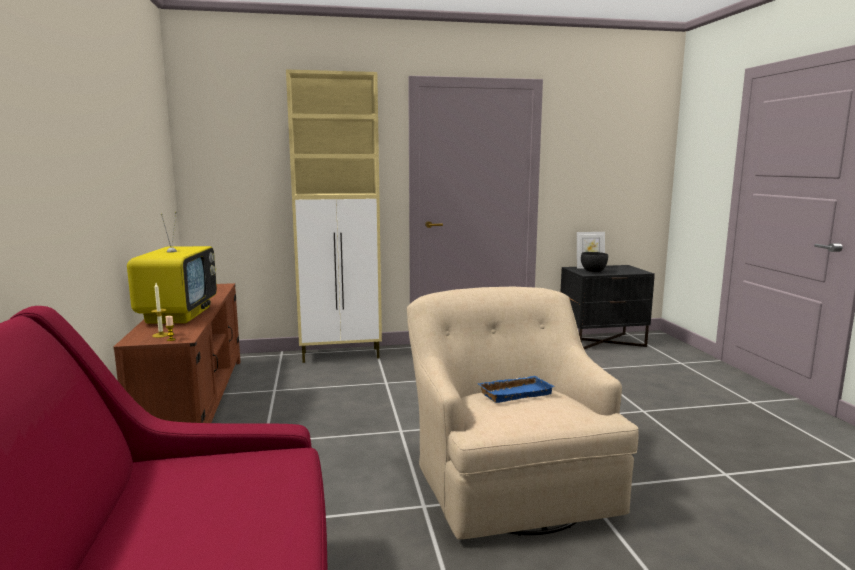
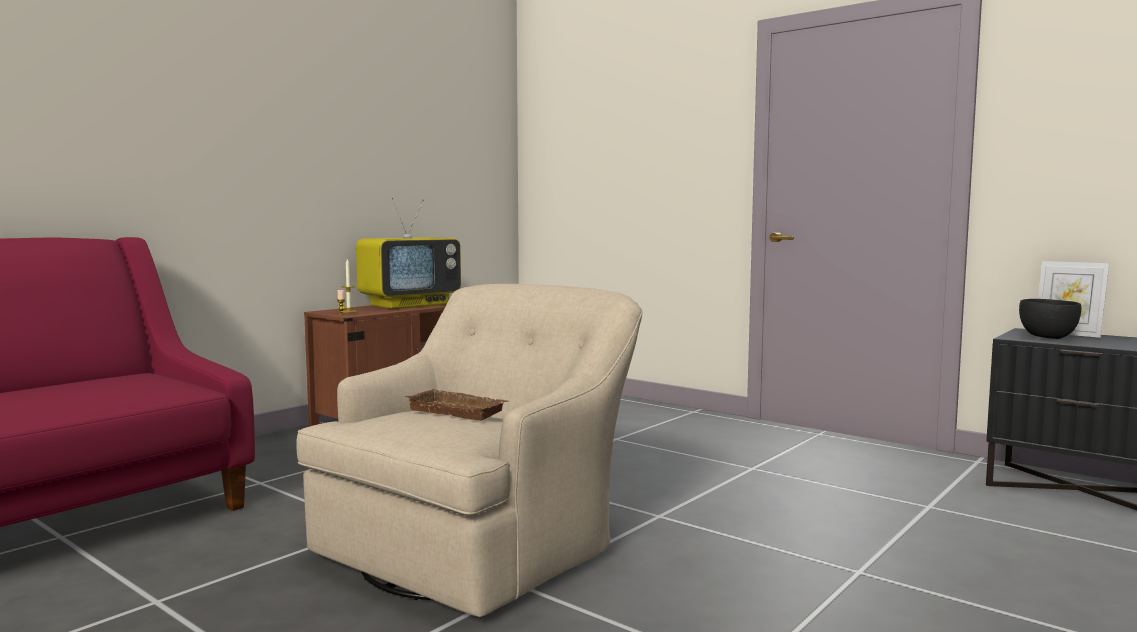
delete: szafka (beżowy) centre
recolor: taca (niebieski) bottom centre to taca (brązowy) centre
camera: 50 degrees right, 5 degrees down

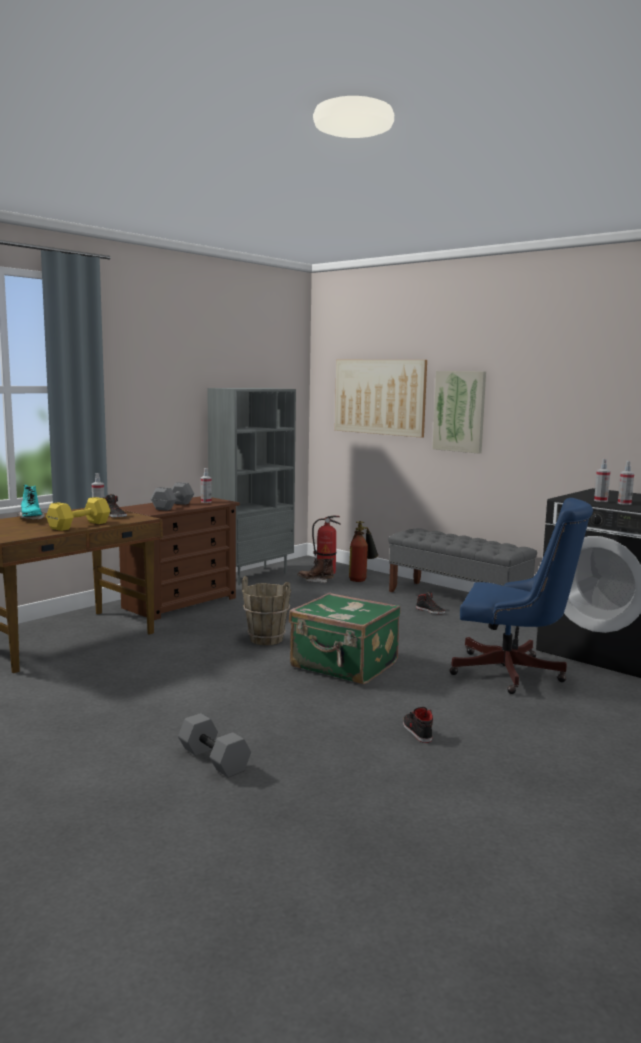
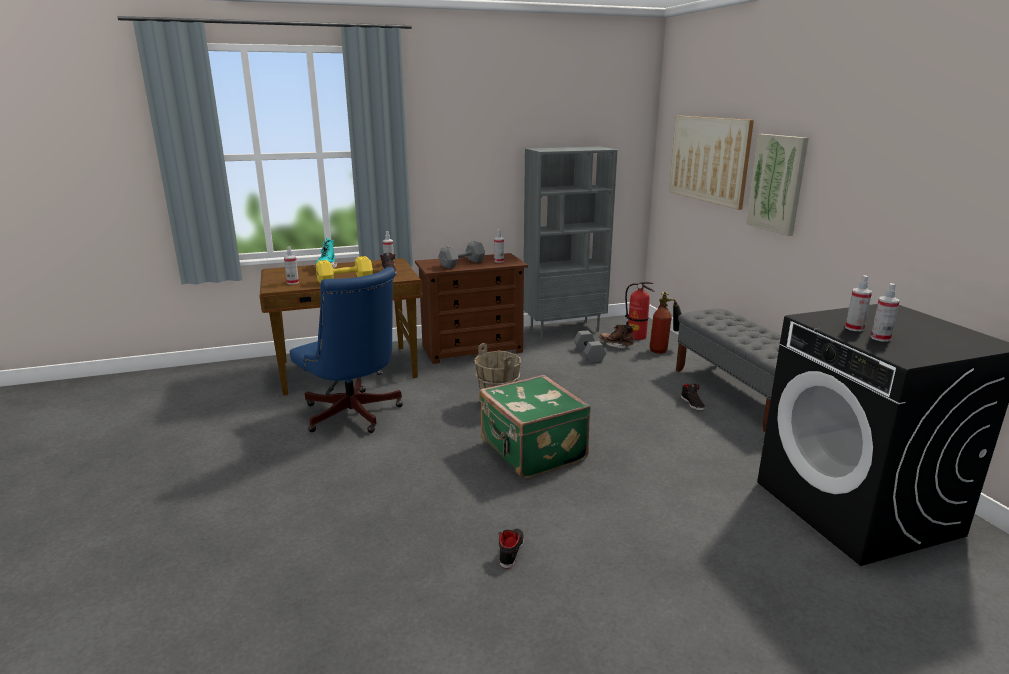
insert: spryskiwacz (1st from left) middle left
move: krzesło biurowe (niebieski) middle right to centre; hantel (szary) (2nd from left) bottom centre to centre
camera: 30 degrees right, 10 degrees up

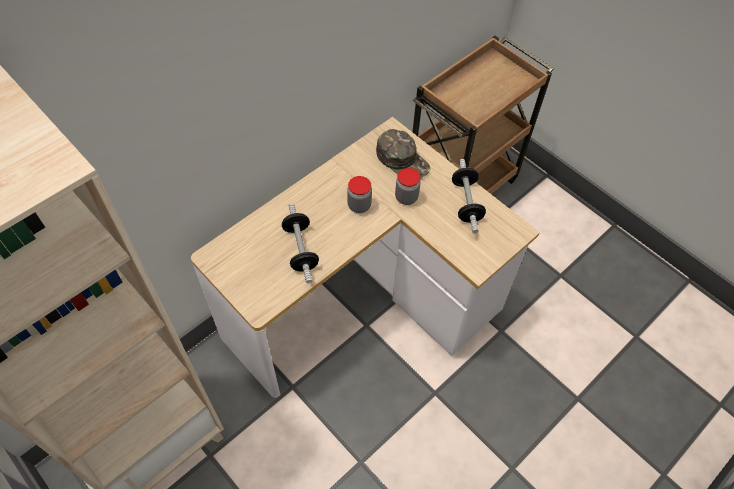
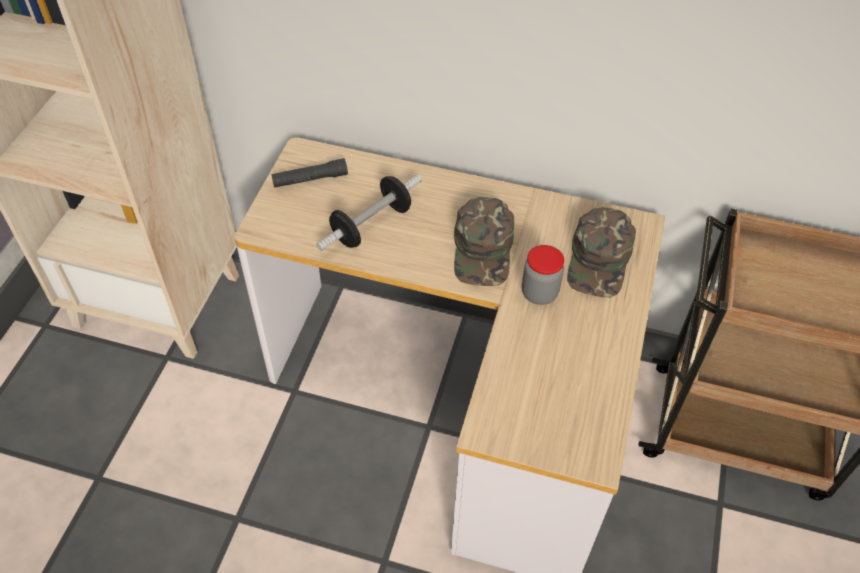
delete: hantel (2nd from left) centre
insert: latarka (czarny) top centre
replace: słoik (1st from left) centre to czapka z daszkiem (zielony) (1st from left) centre
camera: 60 degrees right, 5 degrees down

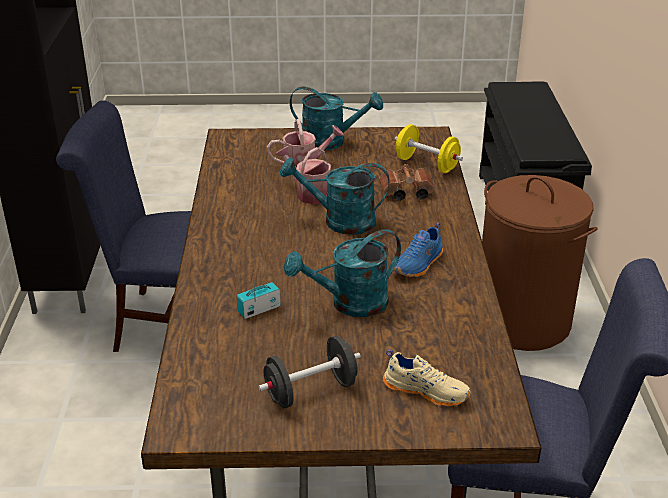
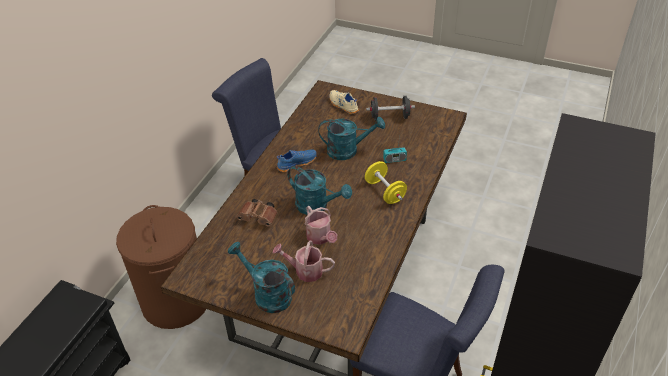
move: hantel (żółty) top centre to centre
camera: 155 degrees left, 10 degrees up

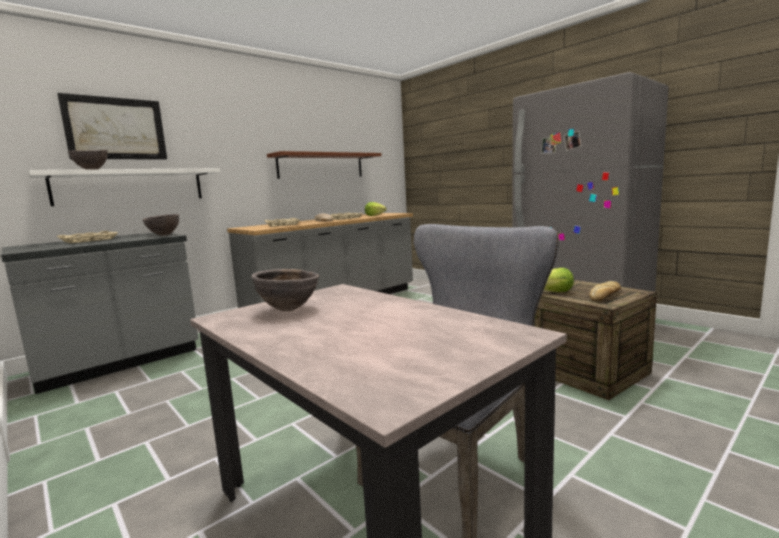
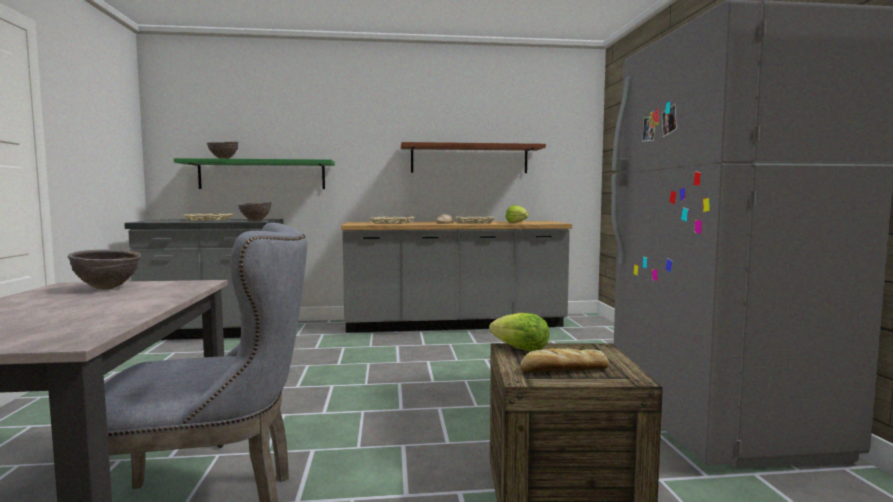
delete: obraz top left
recolor: półka (biały) middle left to półka (zielony) middle left
camera: 35 degrees right, 5 degrees down

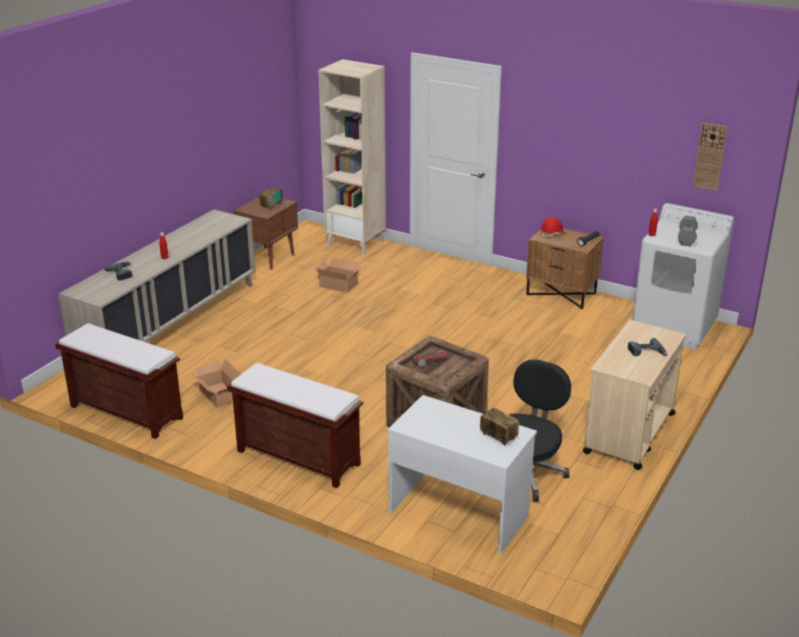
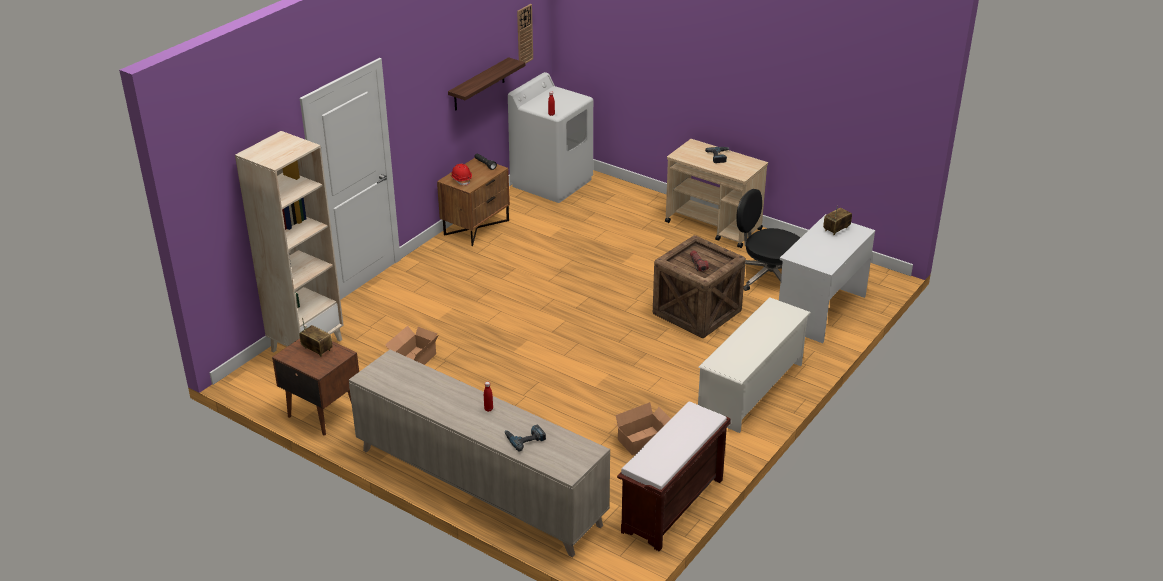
delete: hantel (szary) middle right
insert: półka top centre
replace: ławka (brązowy) (2nd from left) bottom centre to regał na buty (biały) centre
camera: 85 degrees left, 5 degrees up

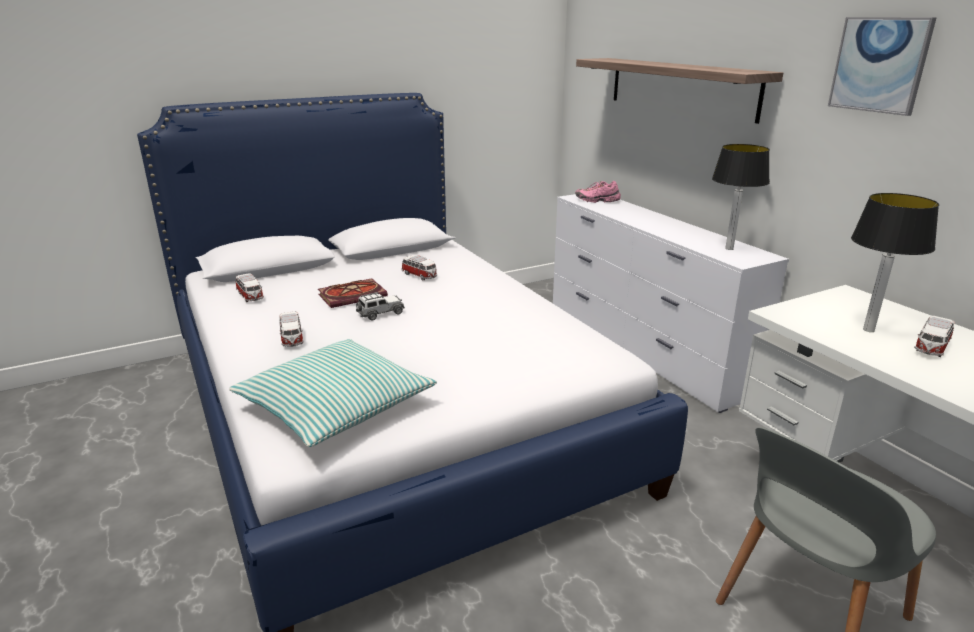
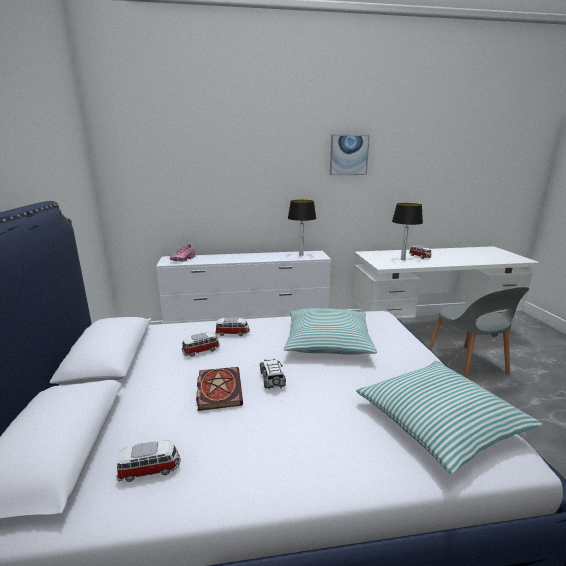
delete: półka top right
insert: poduszka (1st from left) centre
move: samochodzik (2nd from left in the first image) middle left to samochodzik (3rd from left) centre
camera: 70 degrees left, 5 degrees down

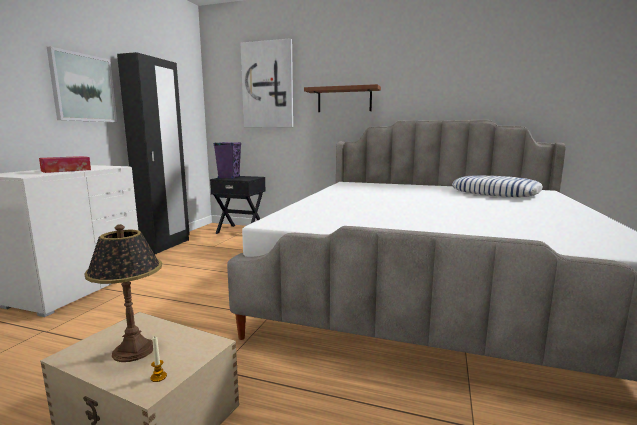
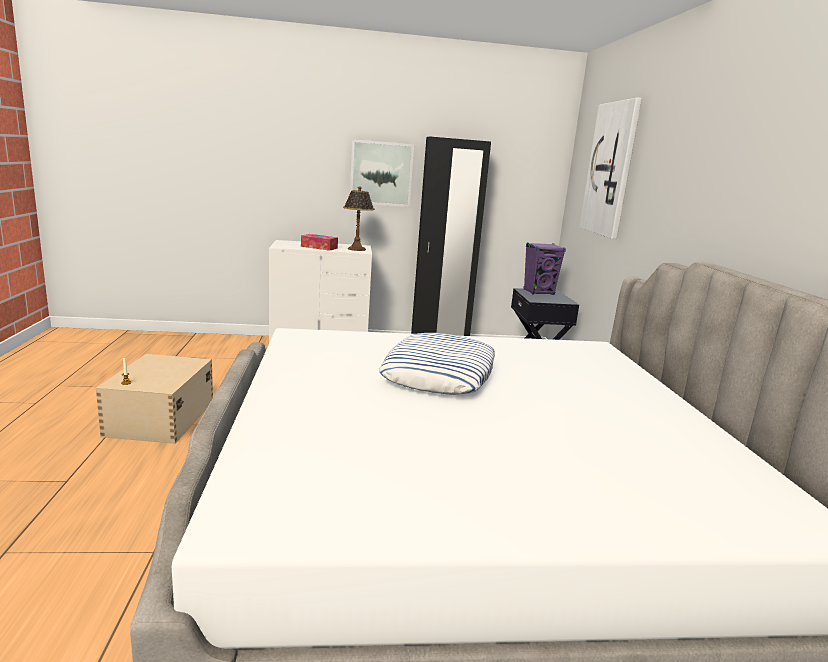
delete: półka (brązowy) top centre
move: poduszka middle right to centre; lampa stołowa bottom left to top centre
camera: 65 degrees right, 5 degrees up

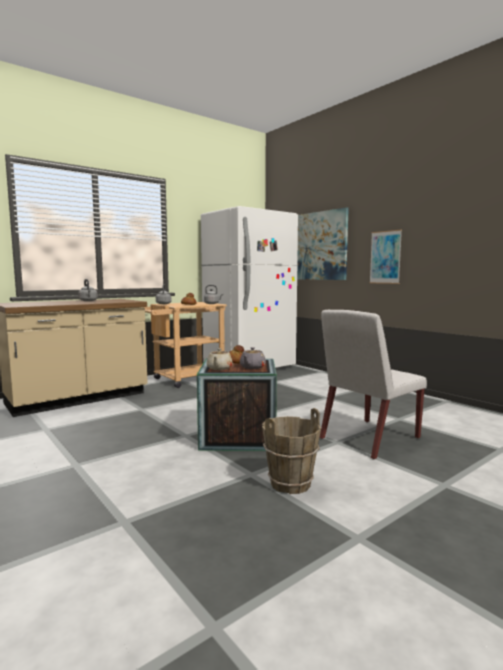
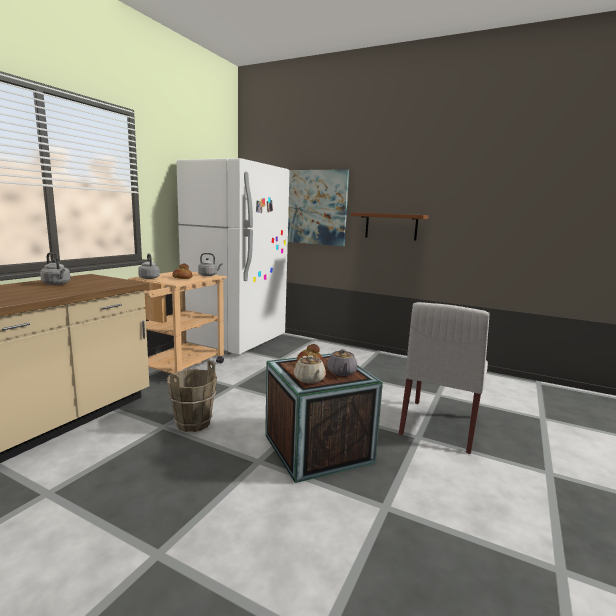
move: wiadro (brązowy) bottom centre to middle left
replace: obraz (2nd from left) middle right to półka (brązowy) centre
camera: 25 degrees left, 5 degrees up

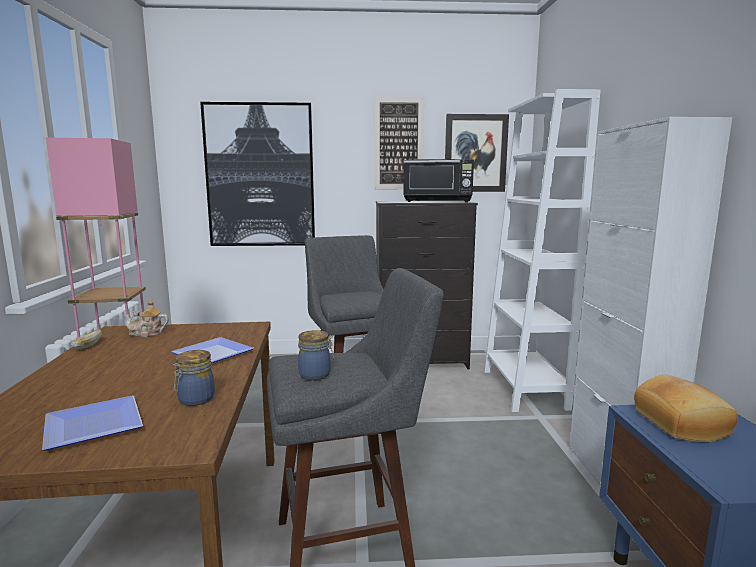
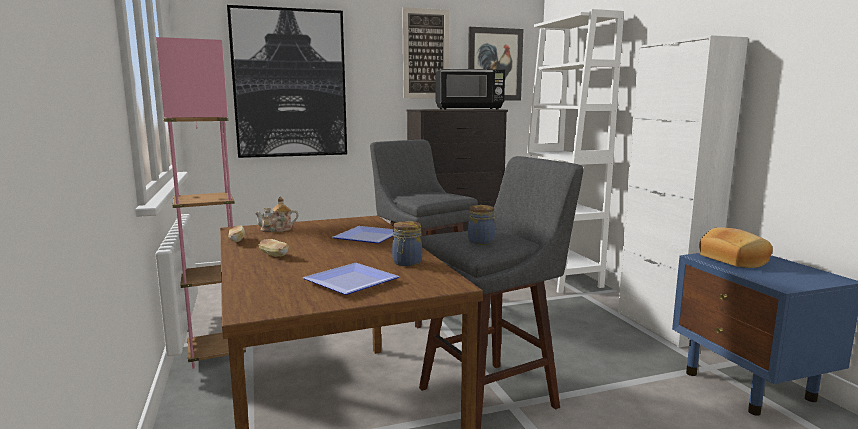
insert: chleb (2nd from left) middle left
camera: 15 degrees left, 0 degrees up

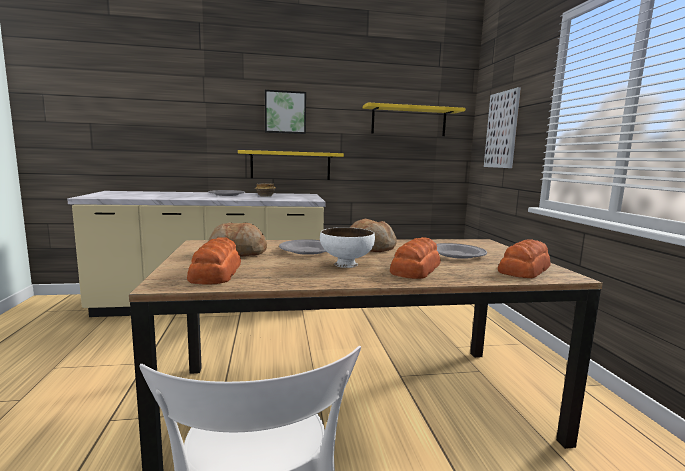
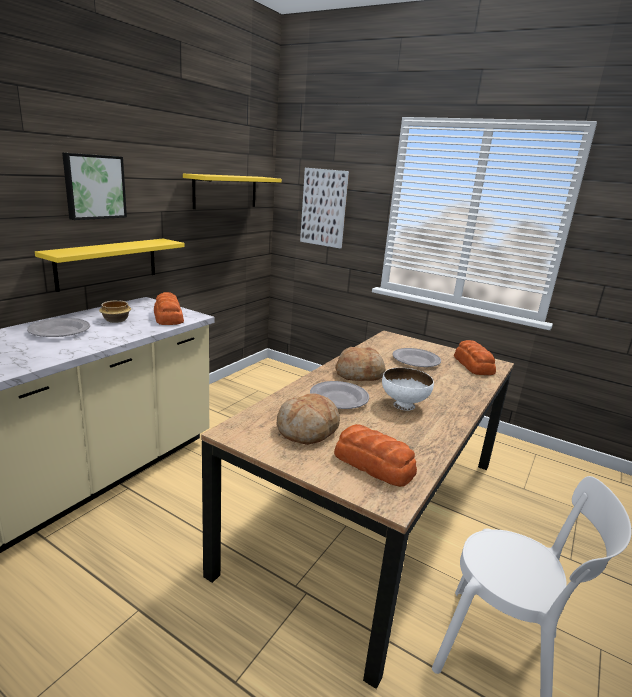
move: chleb (4th from left in the first image) centre to chleb (1st from left) middle left
camera: 50 degrees left, 10 degrees up

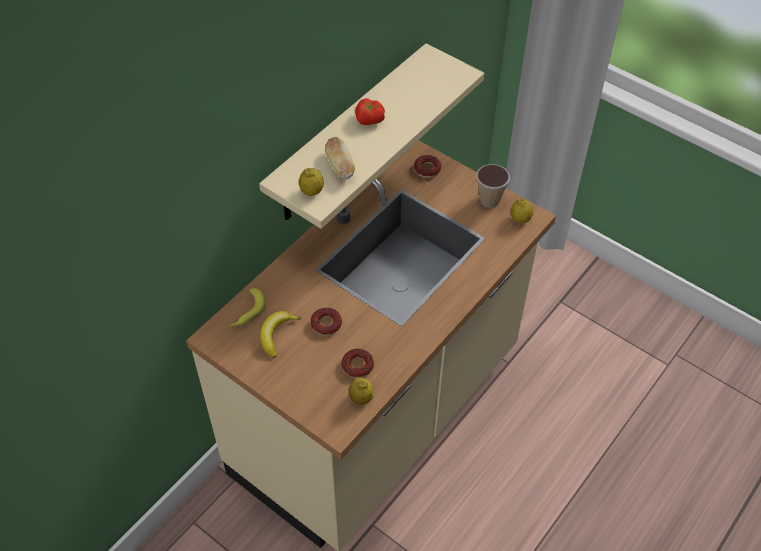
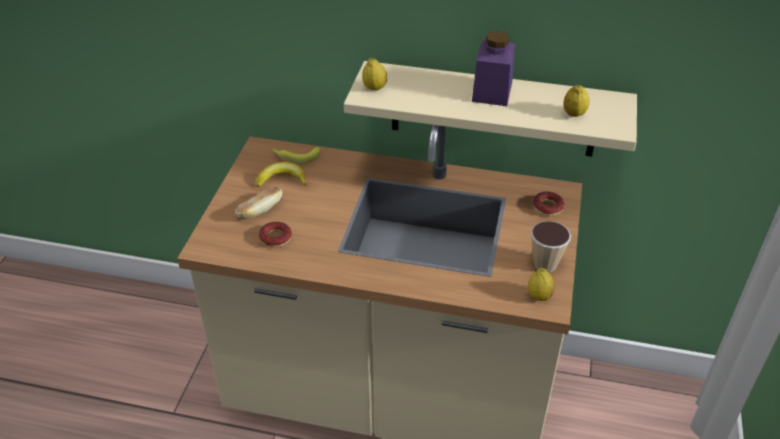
delete: donut (1st from left) centre
move: chleb top centre to middle left; cytryna (2nd from left in the first image) bottom centre to cytryna (3rd from left) top right
replace: pomidor top centre to słoik (fioletowy) top centre
camera: 65 degrees right, 10 degrees down

